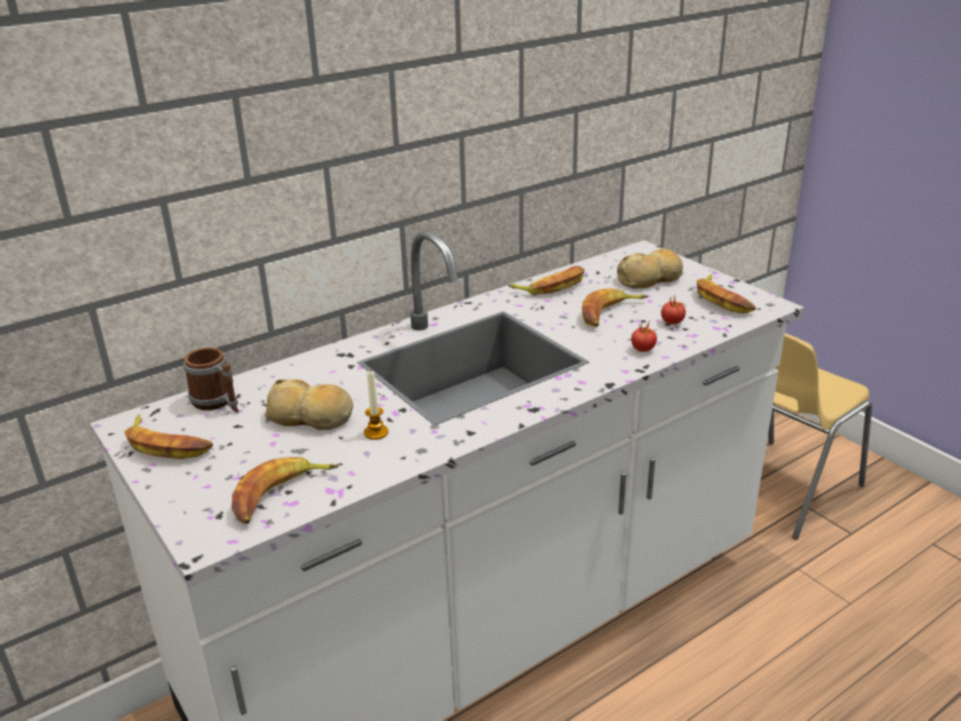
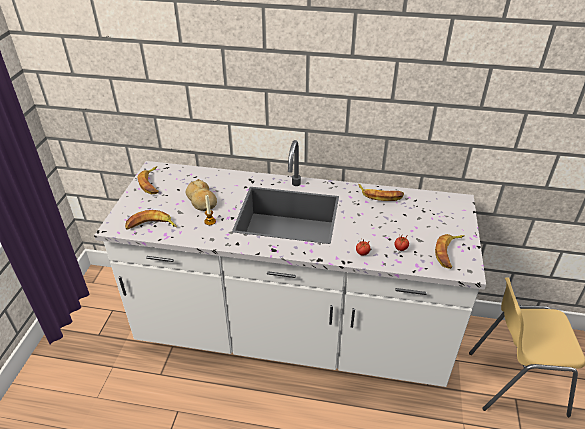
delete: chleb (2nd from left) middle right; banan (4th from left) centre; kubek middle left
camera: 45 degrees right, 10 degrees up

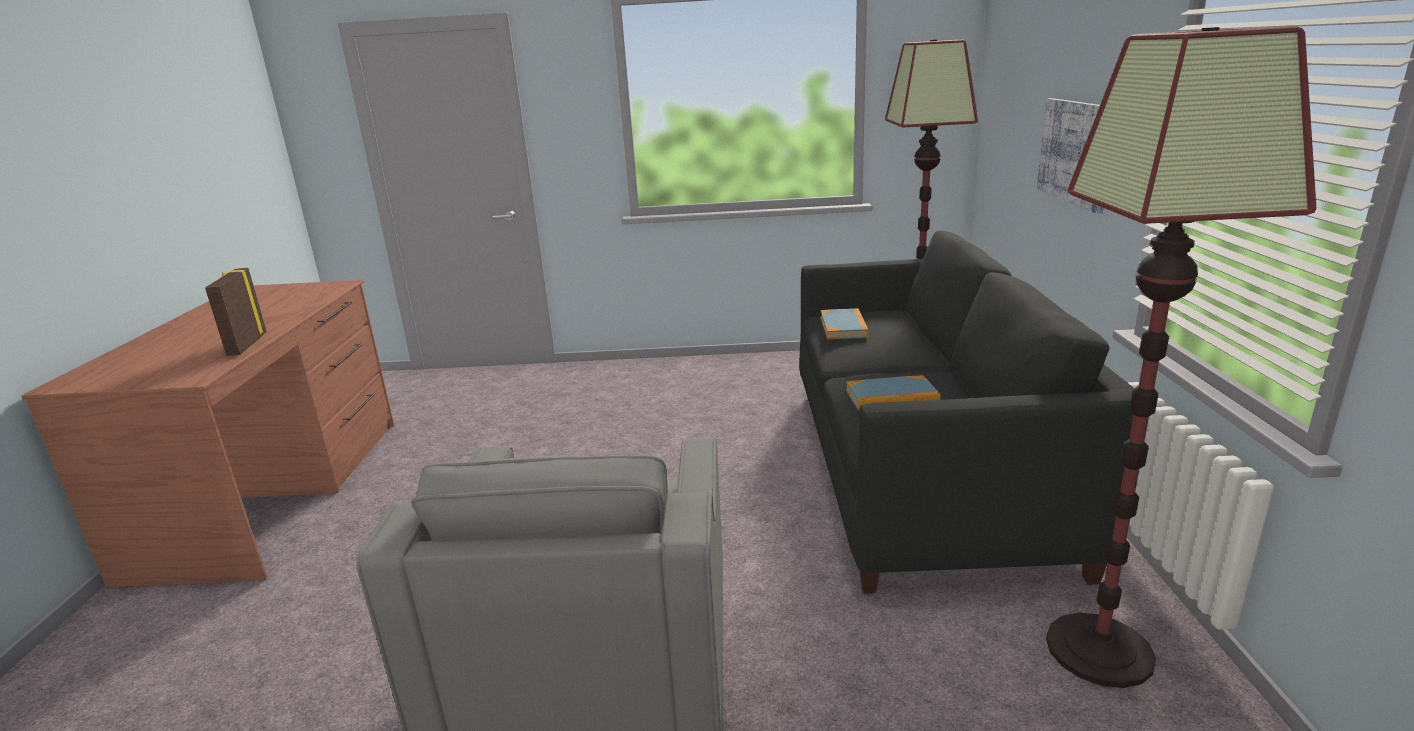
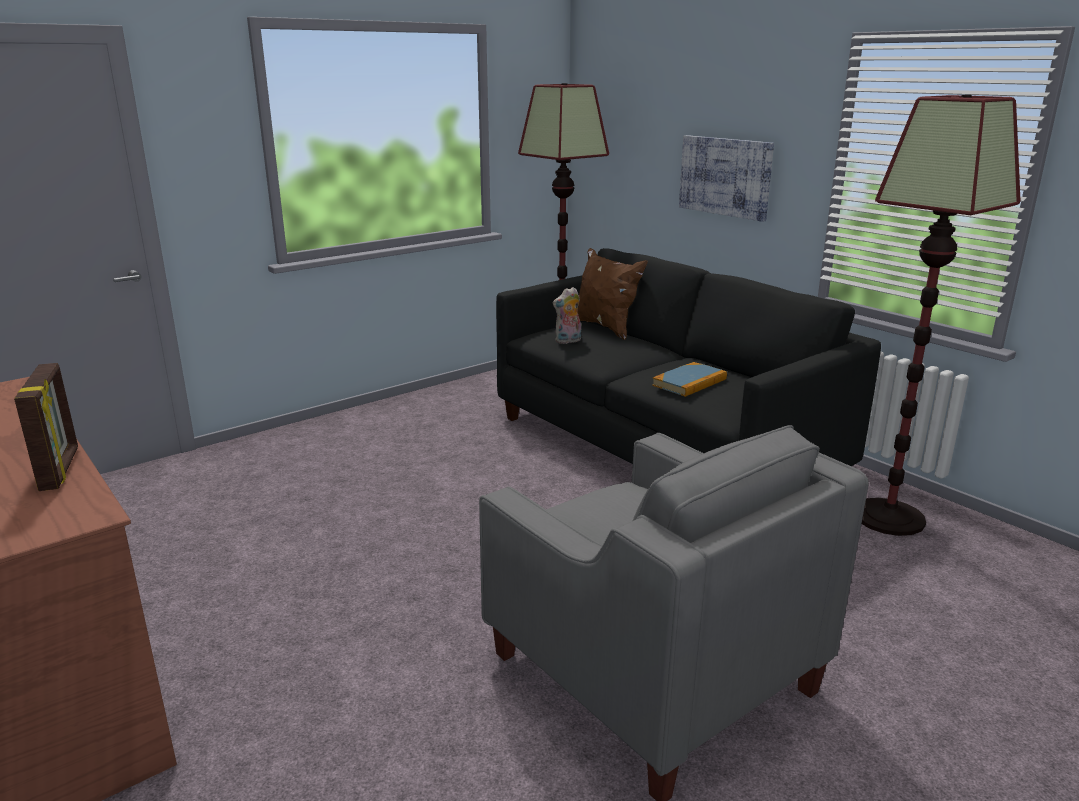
insert: poduszka (brązowy) centre
replace: książka (1st from left) centre to pluszak centre
rotate: ramka na zdjęcie middle left = middle left 150 degrees counterclockwise
camera: 40 degrees left, 0 degrees up

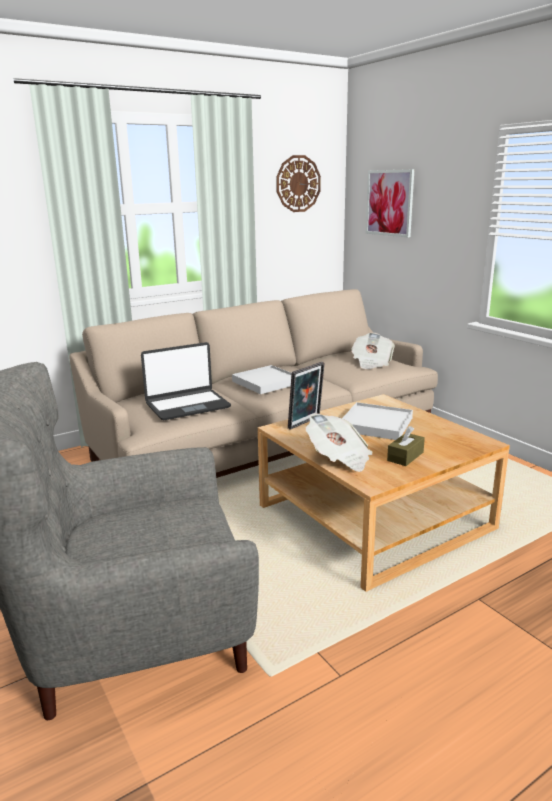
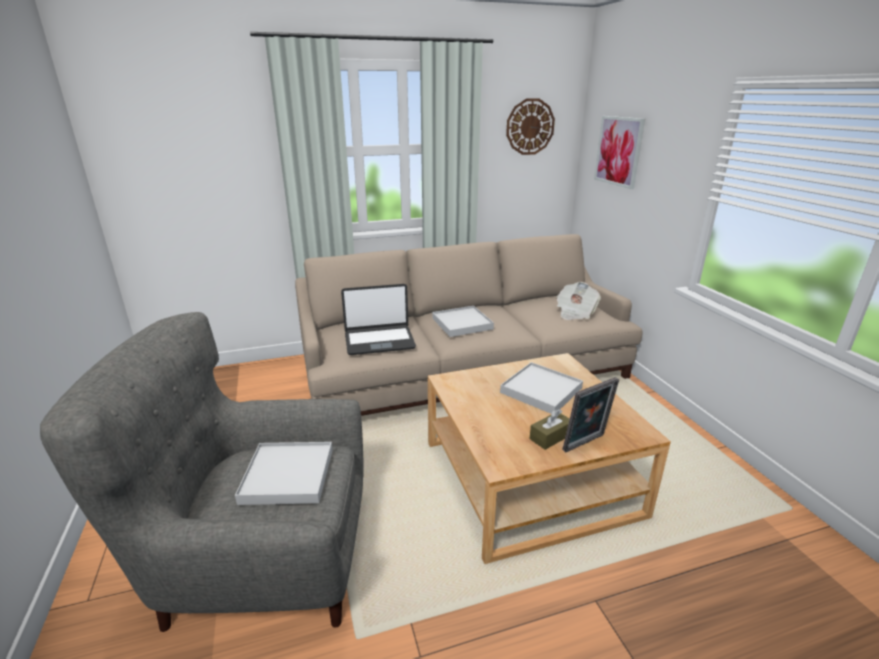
delete: gazeta (1st from left) centre
insert: taca (biały) (1st from left) bottom left
move: ramka na zdjęcie centre to middle right
camera: 15 degrees right, 5 degrees up

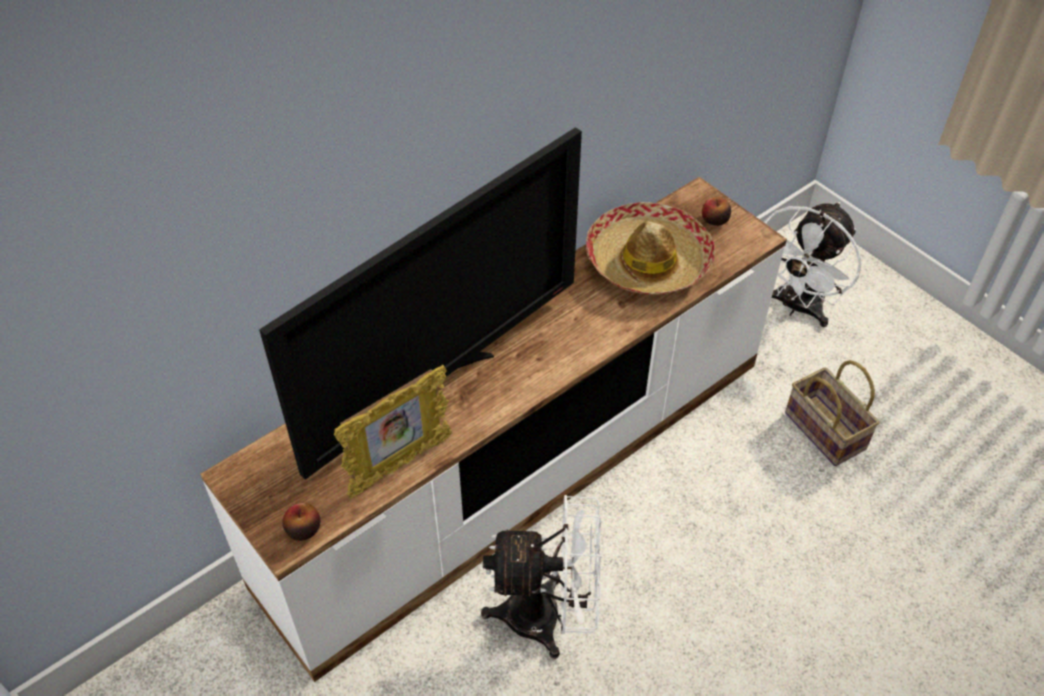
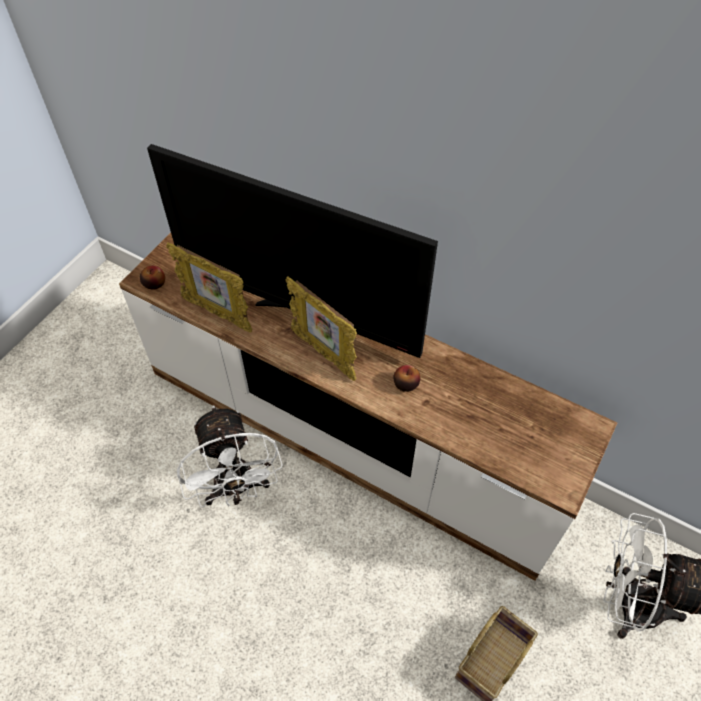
delete: kapelusz centre
insert: ramka na zdjęcie (2nd from left) centre
move: jabłko (2nd from left) top right to centre
camera: 70 degrees right, 5 degrees up

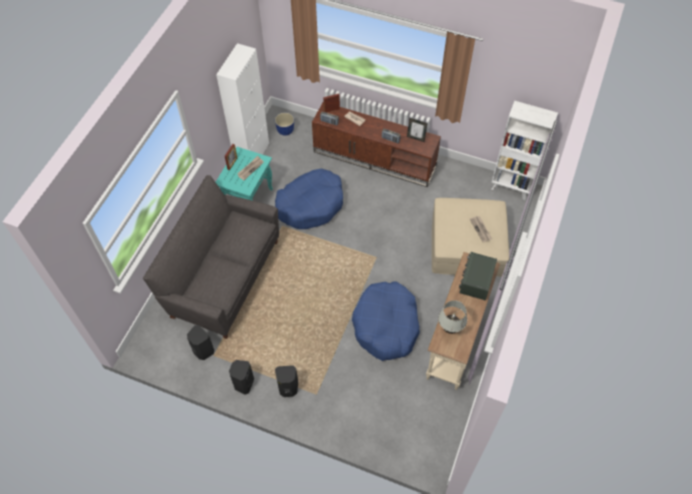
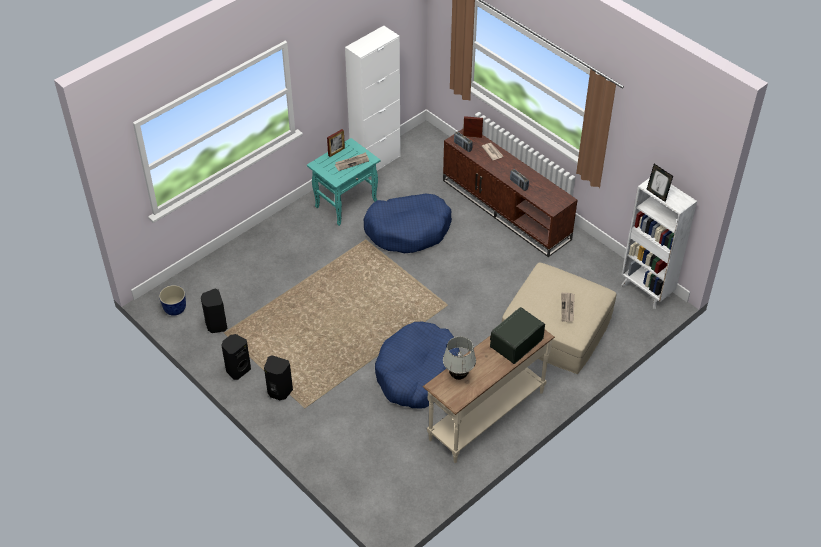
delete: kanapa (szary) middle left
move: donica top centre to middle left; ramka na zdjęcie (3rd from left) top centre to middle right
camera: 25 degrees right, 10 degrees down

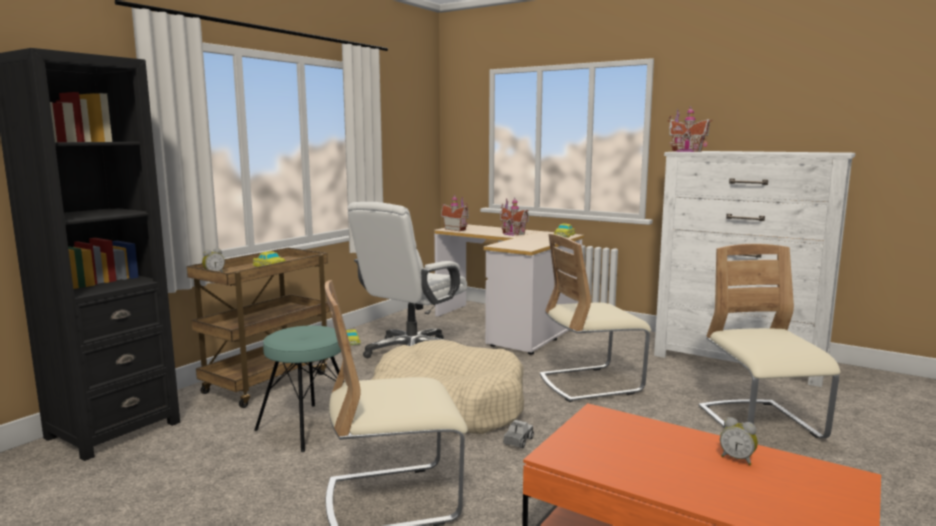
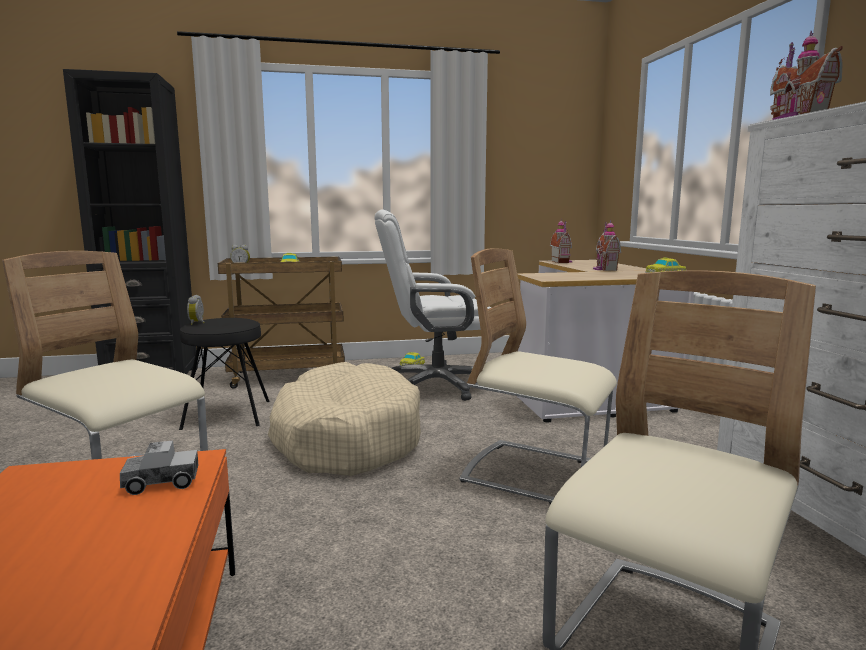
move: budzik (2nd from left in the first image) bottom right to budzik (1st from left) middle left; ciężarówka zabawkowa bottom centre to bottom left
recolor: stołek (turkusowy) bottom left to stołek (czarny) middle left
camera: 45 degrees right, 0 degrees up

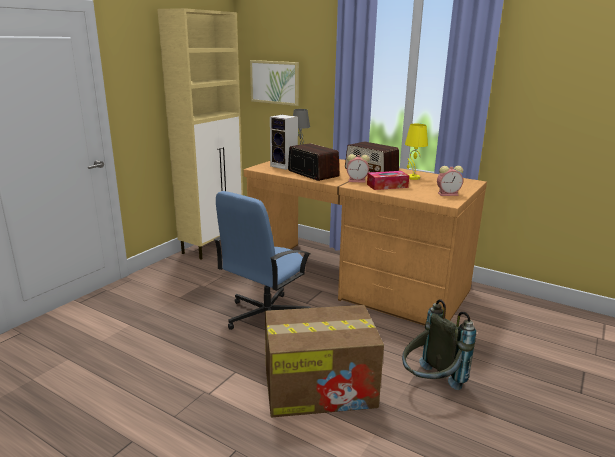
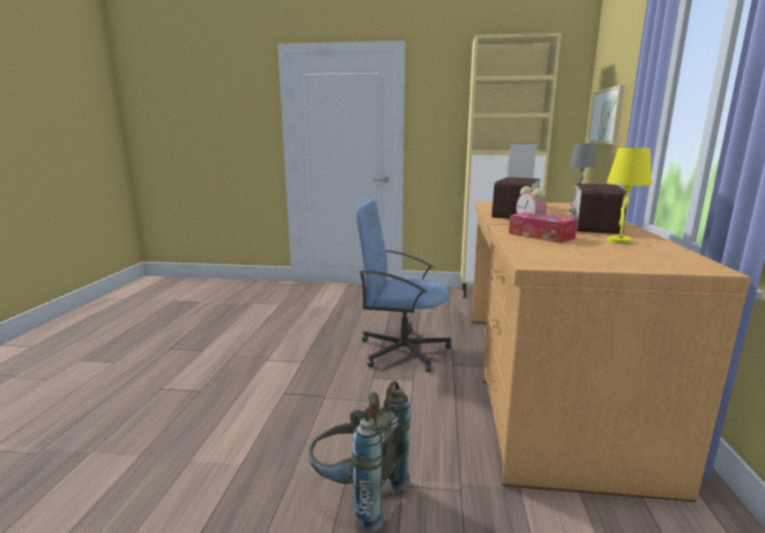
delete: budzik (2nd from left) middle right; karton bottom centre
camera: 65 degrees right, 5 degrees down

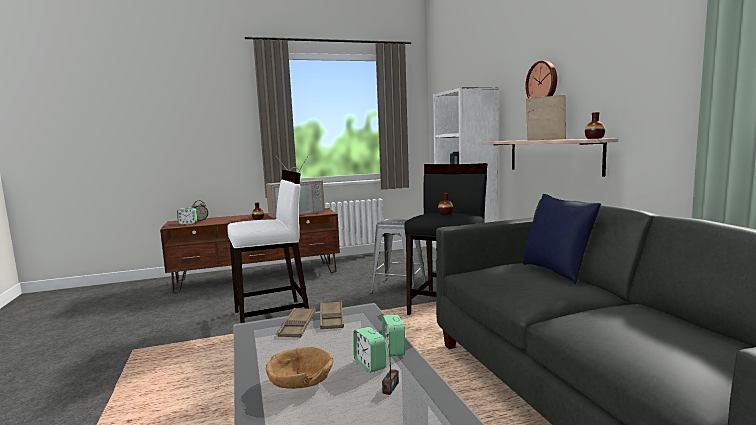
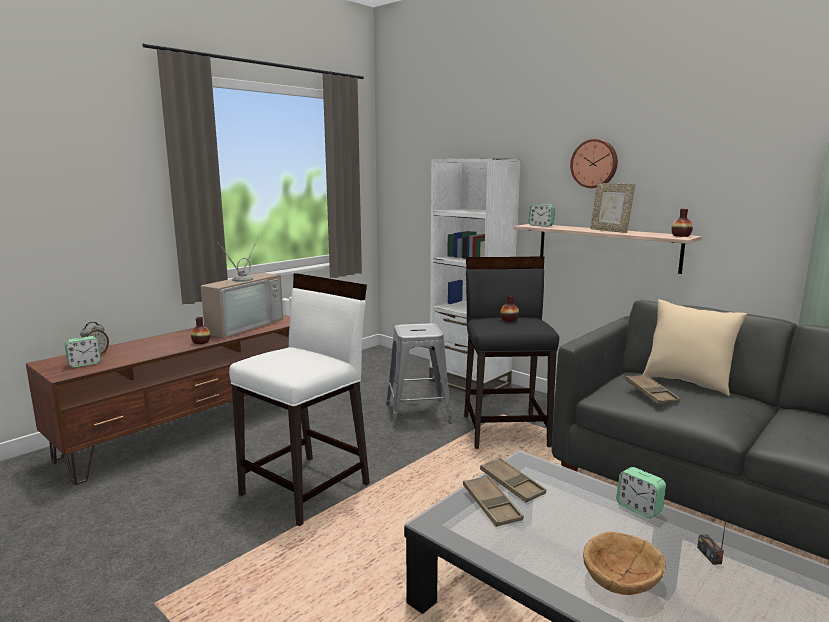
insert: taca (brązowy) (3rd from left) middle right
move: budzik (3rd from left) bottom centre to centre
recolor: poduszka (niebieski) middle right to poduszka (beżowy) middle right
rotate: ramka na zdjęcie top right = middle right 135 degrees counterclockwise
camera: 30 degrees left, 5 degrees up

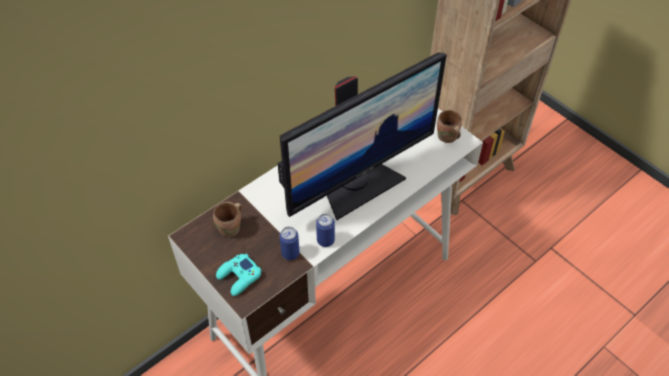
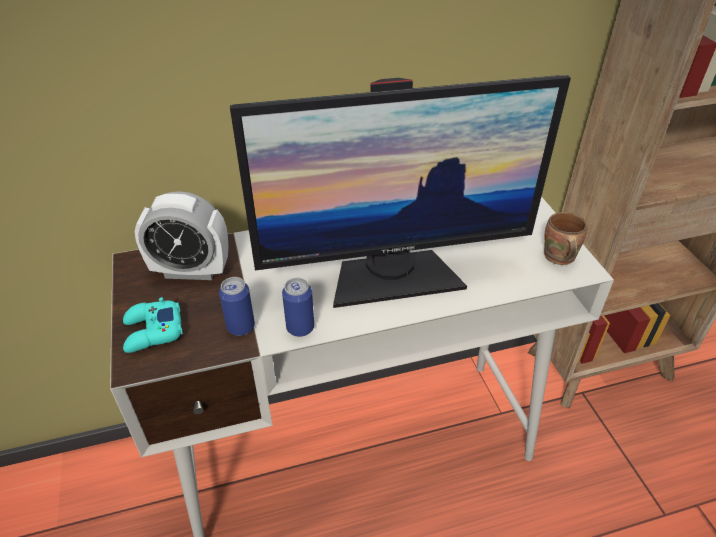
replace: kubek (brązowy) (1st from left) centre to budzik middle left
camera: 25 degrees right, 10 degrees down

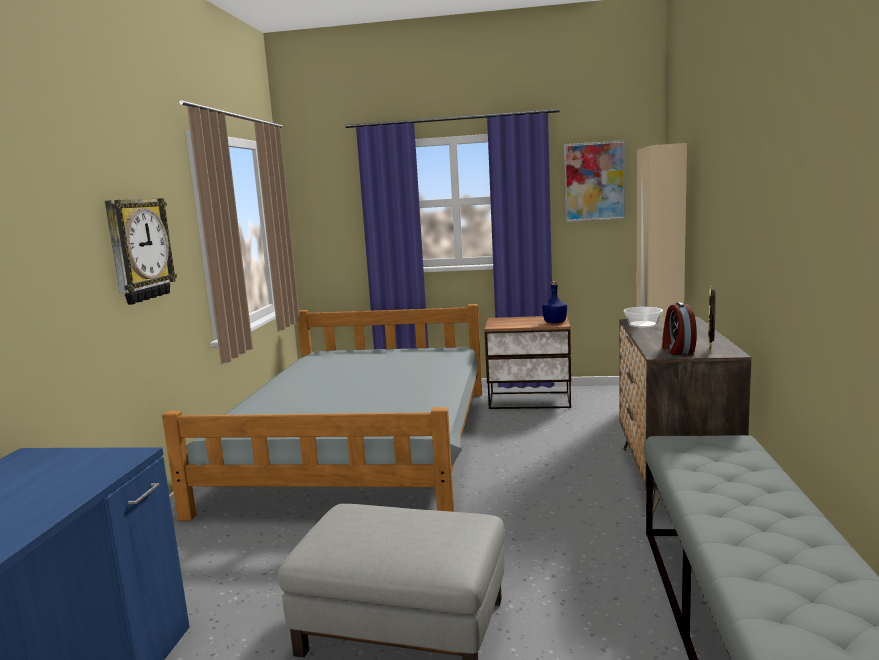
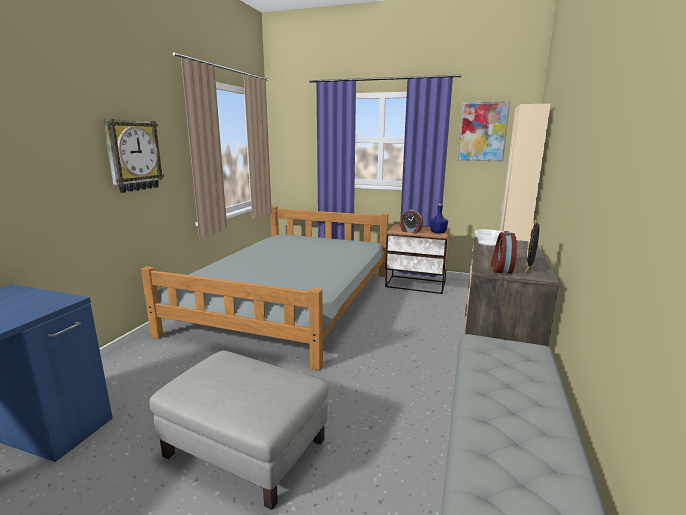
insert: budzik (1st from left) centre
camera: 10 degrees right, 5 degrees up

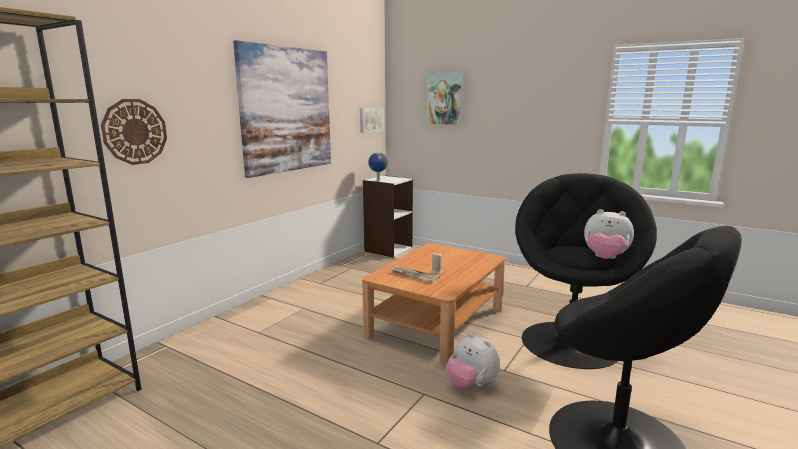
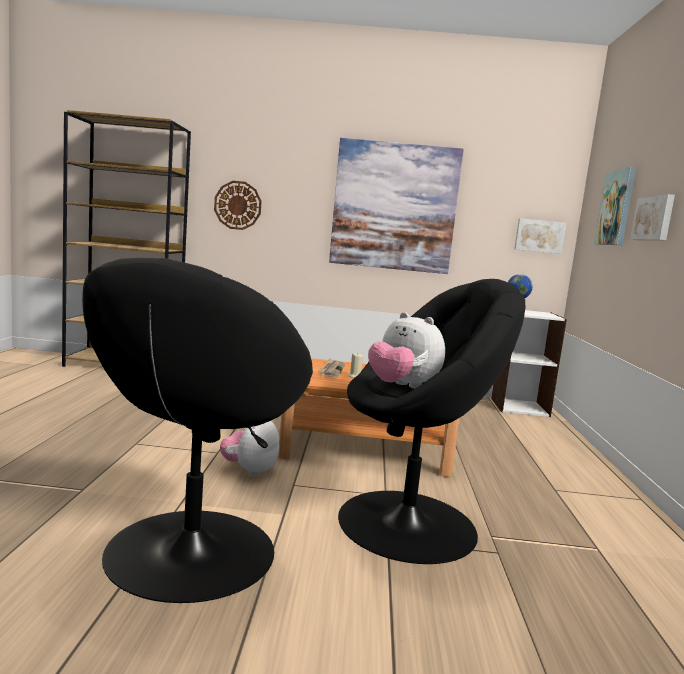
insert: obraz (4th from left) top right
rotate: pluszak (2nd from left) middle right = centre 45 degrees counterclockwise
camera: 60 degrees right, 5 degrees down

